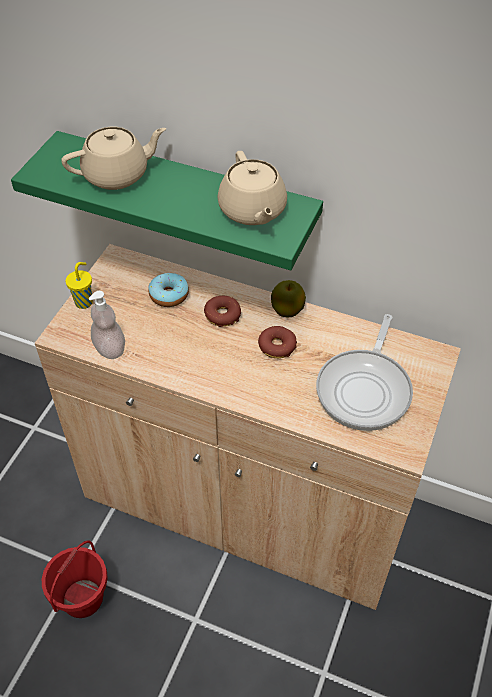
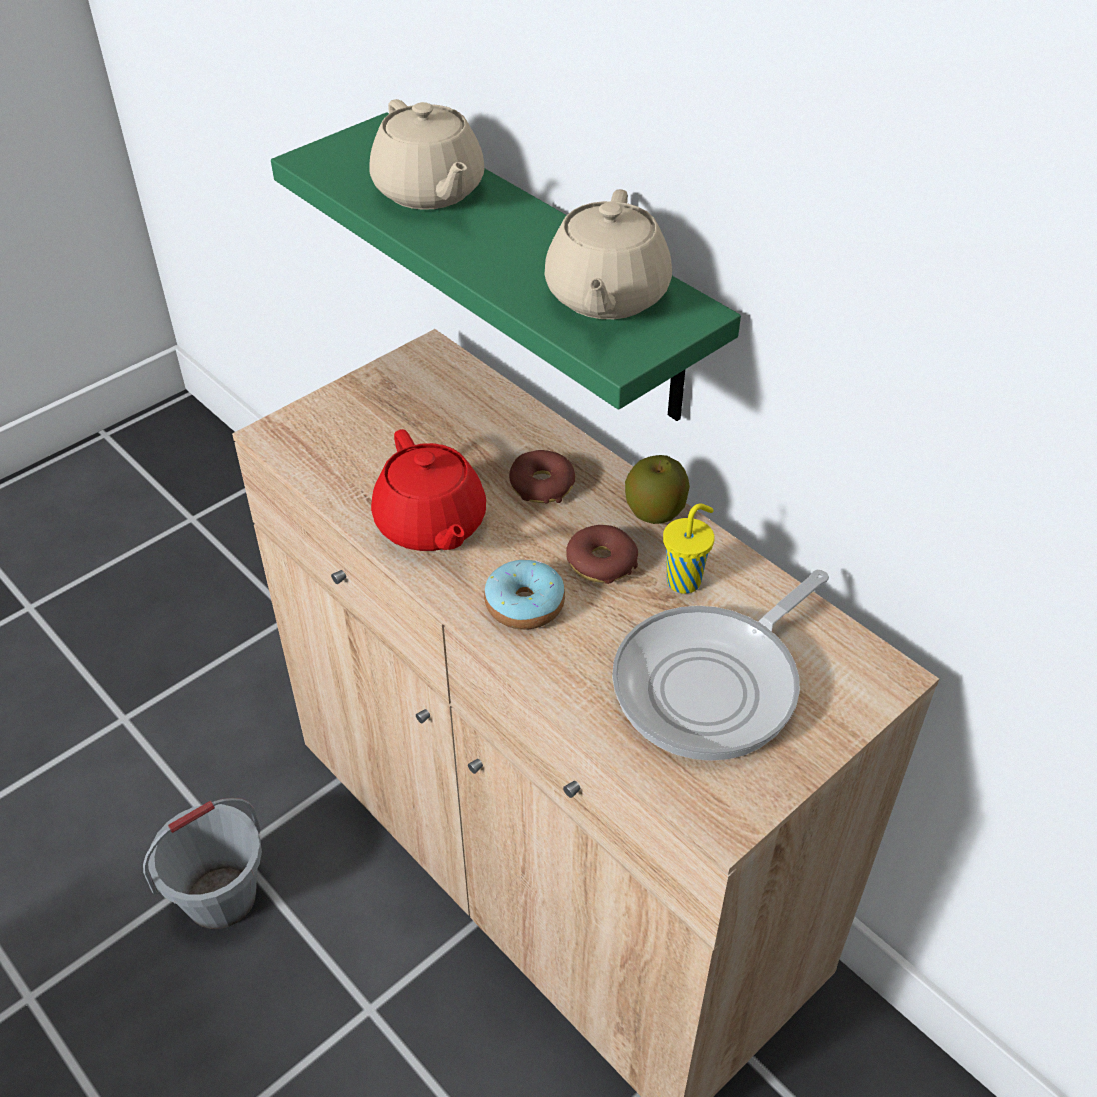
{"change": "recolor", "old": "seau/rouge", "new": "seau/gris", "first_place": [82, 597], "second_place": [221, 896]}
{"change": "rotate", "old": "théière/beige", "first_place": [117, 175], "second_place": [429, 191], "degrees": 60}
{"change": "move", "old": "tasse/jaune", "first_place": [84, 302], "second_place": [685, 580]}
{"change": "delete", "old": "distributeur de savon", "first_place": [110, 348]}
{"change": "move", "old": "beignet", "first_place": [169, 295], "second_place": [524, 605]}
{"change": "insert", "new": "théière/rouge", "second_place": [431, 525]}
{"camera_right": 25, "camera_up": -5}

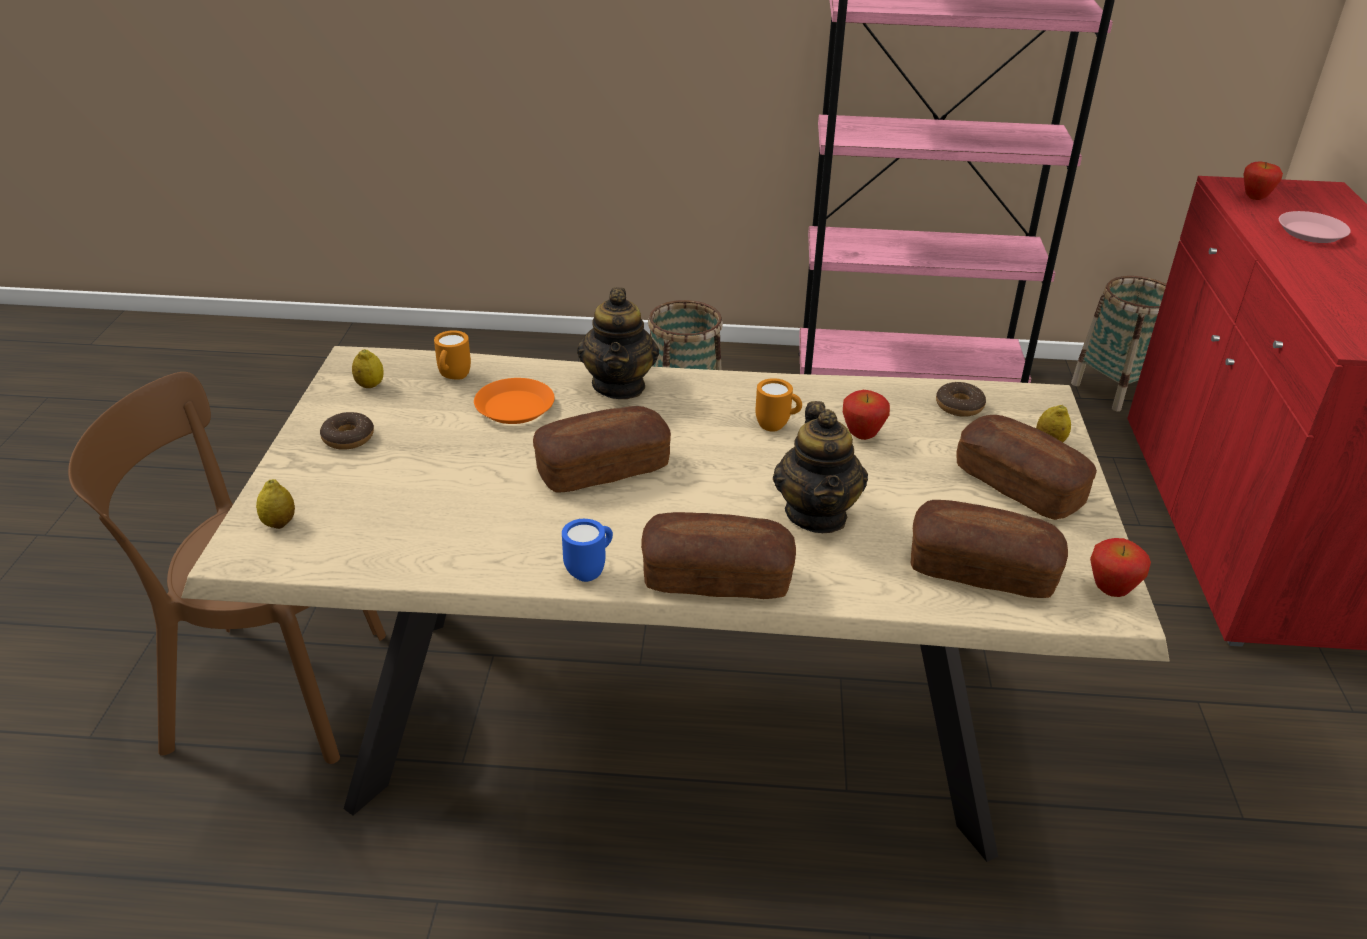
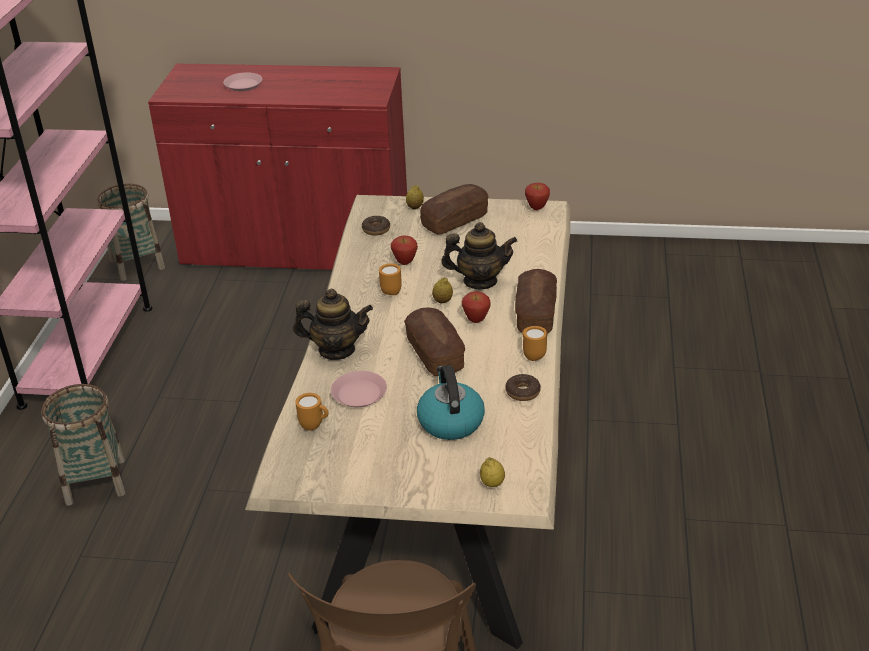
{"change": "move", "old": "beignet", "first_place": [348, 438], "second_place": [522, 392]}
{"change": "move", "old": "citron", "first_place": [370, 385], "second_place": [442, 301]}
{"change": "recolor", "old": "assiette/orange", "new": "assiette/rose", "first_place": [515, 407], "second_place": [359, 393]}
{"change": "recolor", "old": "mug/bleu", "new": "mug/orange", "first_place": [590, 570], "second_place": [532, 355]}
{"change": "delete", "old": "pain", "first_place": [981, 571]}
{"change": "move", "old": "pomme", "first_place": [1255, 198], "second_place": [476, 320]}
{"change": "insert", "new": "bouilloire", "second_place": [450, 421]}
{"camera_right": -85, "camera_up": 0}

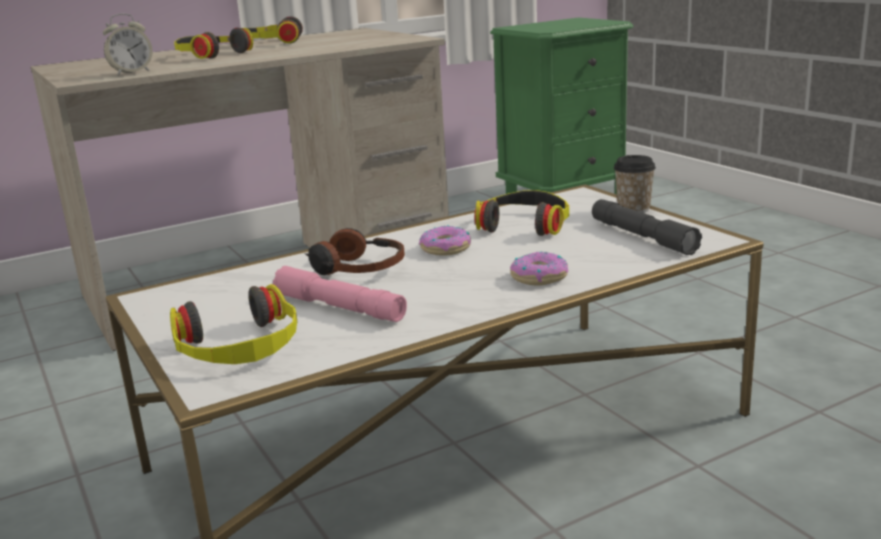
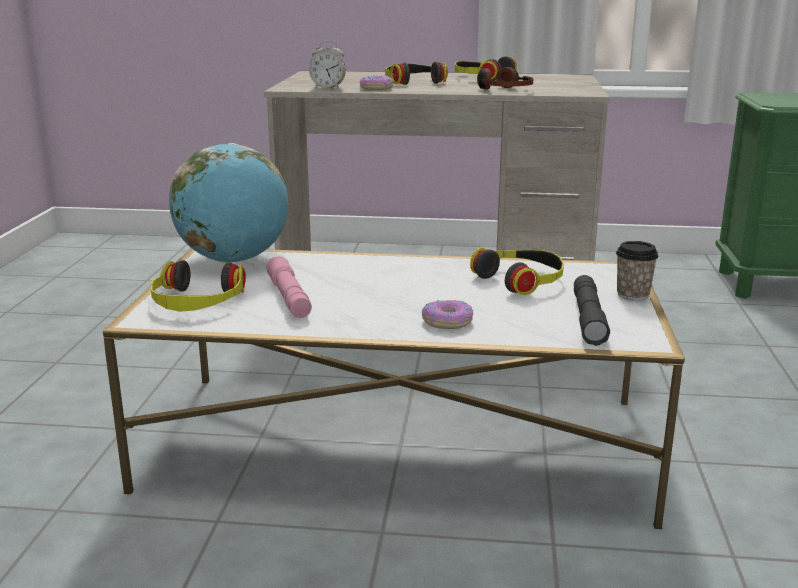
{"change": "move", "old": "casque audio", "first_place": [356, 268], "second_place": [503, 90]}
{"change": "move", "old": "beignet", "first_place": [446, 249], "second_place": [376, 88]}
{"change": "insert", "new": "globe", "second_place": [234, 260]}
{"camera_right": 35, "camera_up": 0}

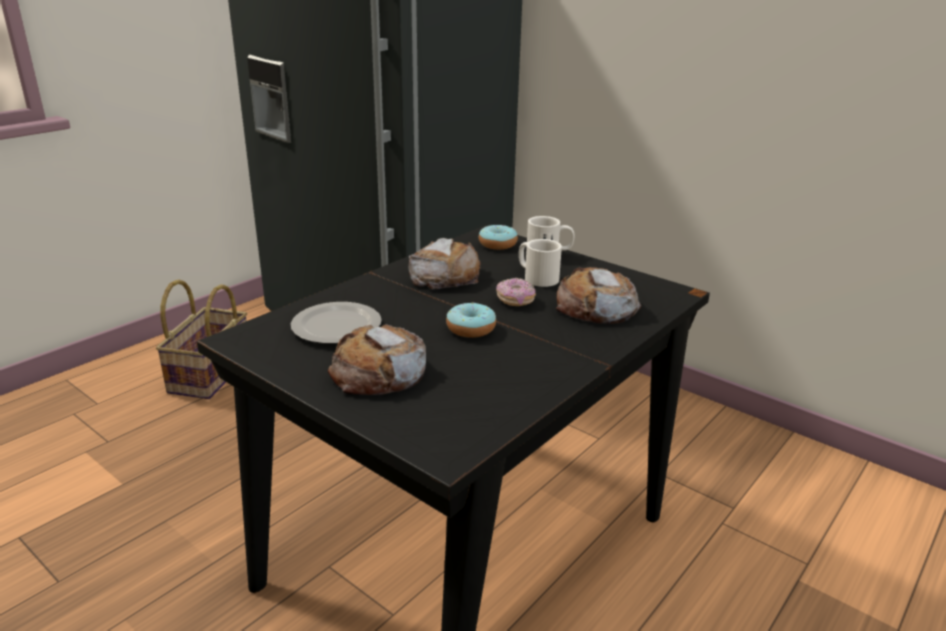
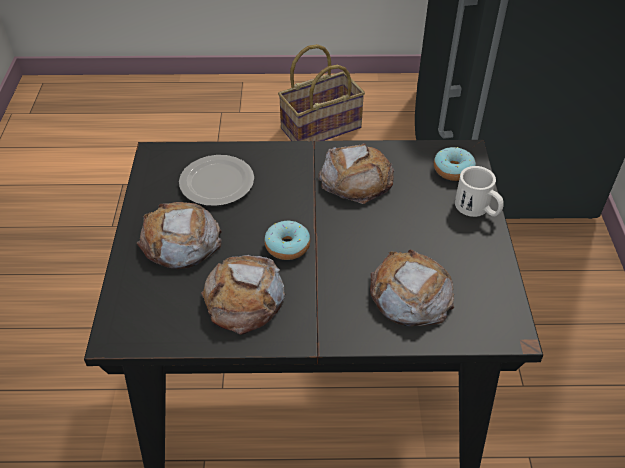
{"change": "delete", "old": "beignet", "first_place": [515, 300]}
{"change": "delete", "old": "mug/blanc", "first_place": [536, 277]}
{"change": "insert", "new": "pain", "second_place": [244, 299]}
{"camera_right": 50, "camera_up": 20}

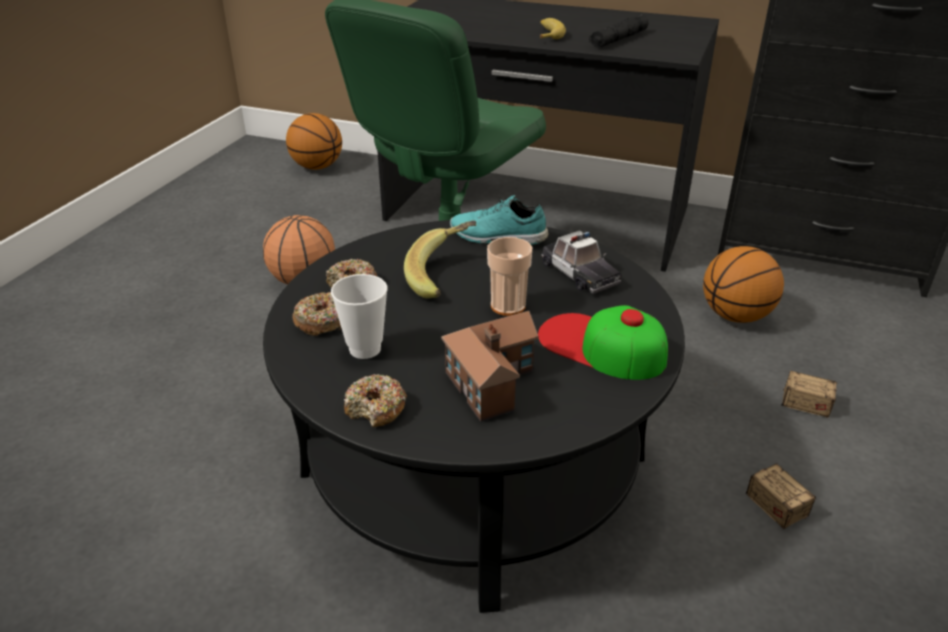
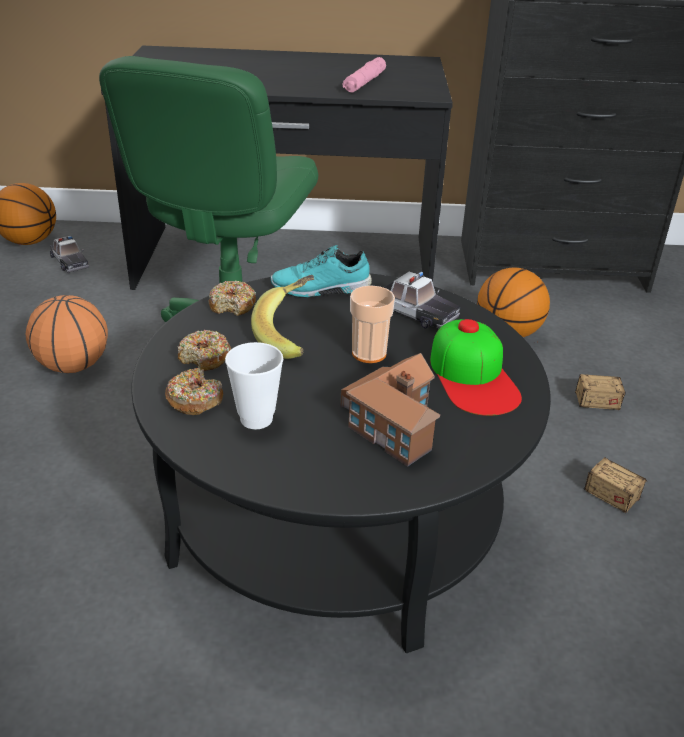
{"change": "move", "old": "beignet", "first_place": [376, 408], "second_place": [233, 305]}
{"change": "rotate", "old": "casquette", "first_place": [601, 346], "second_place": [473, 376], "degrees": -120}
{"change": "delete", "old": "banane", "first_place": [548, 34]}
{"change": "recolor", "old": "lampe de poche/noir", "new": "lampe de poche/rose", "first_place": [618, 39], "second_place": [364, 82]}
{"change": "insert", "new": "petite voiture", "second_place": [69, 261]}
{"camera_right": -20, "camera_up": 0}

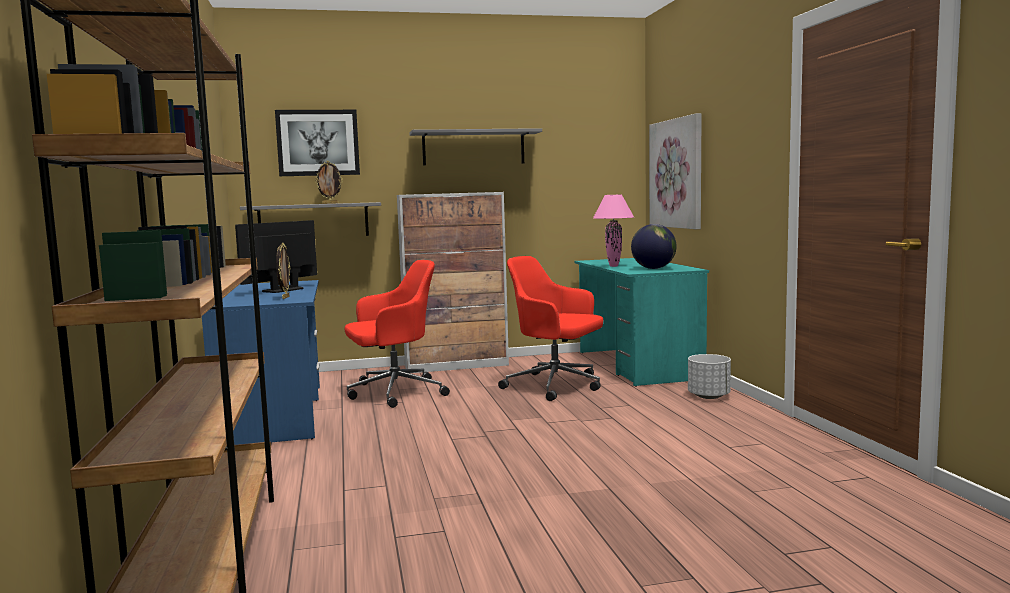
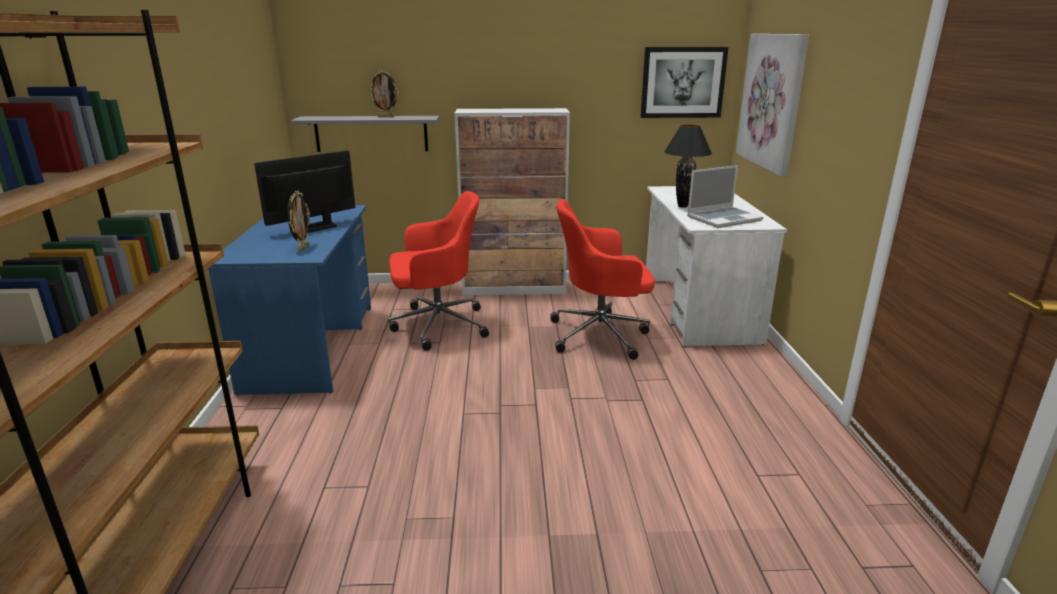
{"change": "move", "old": "tableau", "first_place": [318, 143], "second_place": [682, 82]}
{"change": "delete", "old": "étagère/gris", "first_place": [473, 148]}
{"change": "rotate", "old": "chaise de bureau/rouge", "first_place": [556, 386], "second_place": [601, 335], "degrees": -45}
{"change": "recolor", "old": "bureau/turquoise", "new": "bureau/blanc", "first_place": [637, 365], "second_place": [698, 309]}
{"change": "recolor", "old": "lampe de table/rose", "new": "lampe de table/noir", "first_place": [613, 266], "second_place": [682, 206]}
{"change": "replace", "old": "globe", "new": "ordinateur portable", "first_place": [653, 268], "second_place": [724, 218]}
{"change": "delete", "old": "cache-pot/blanc", "first_place": [708, 396]}
{"camera_right": 10, "camera_up": 15}

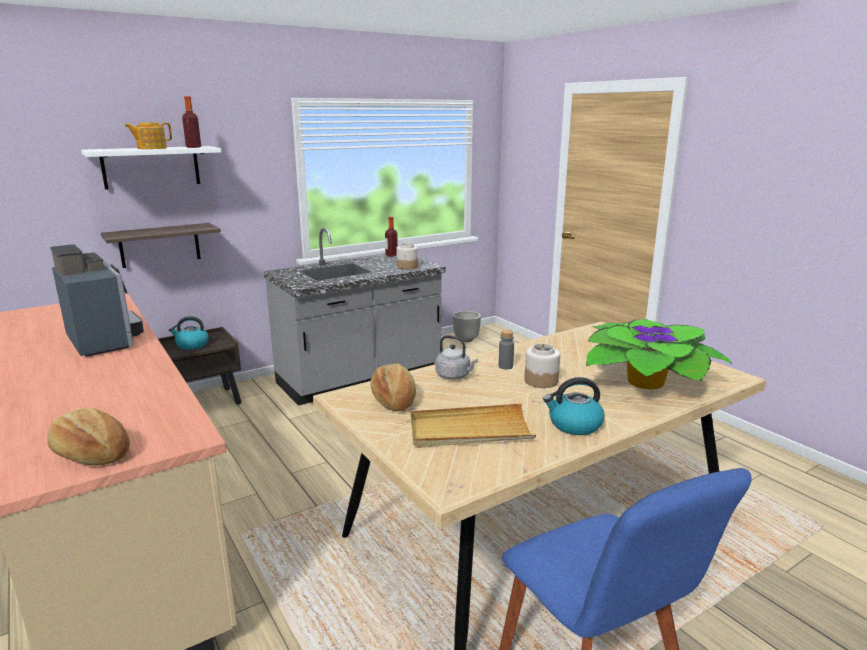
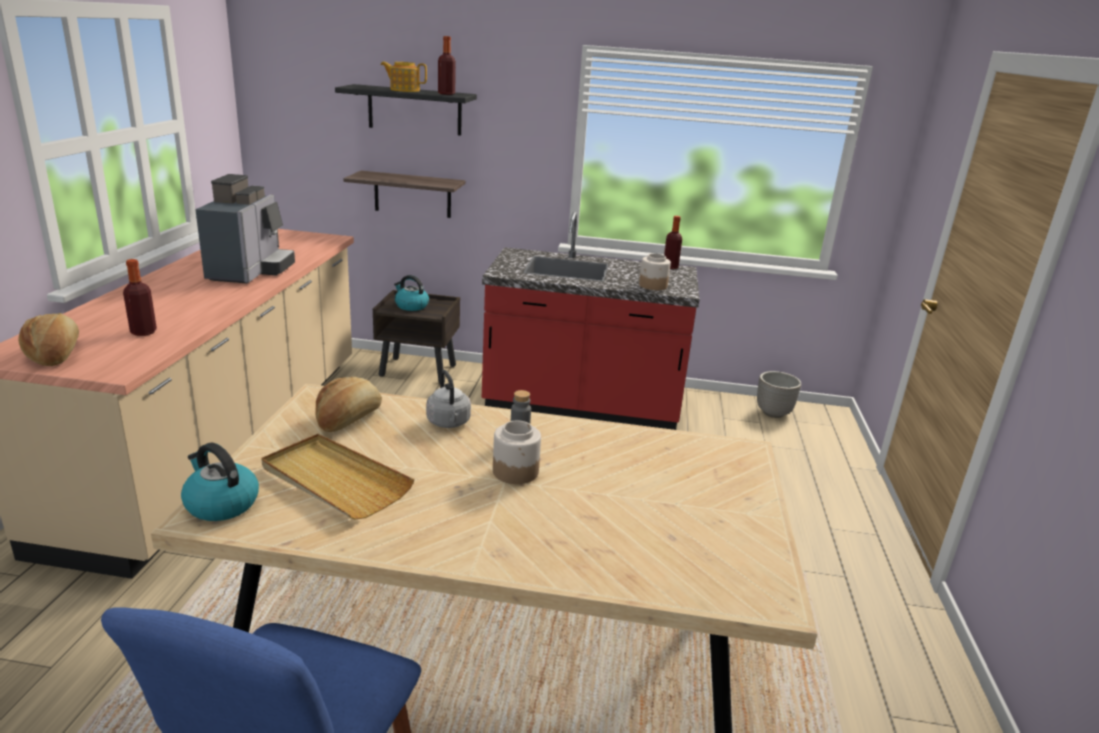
{"change": "recolor", "old": "étagère/blanc", "new": "étagère/noir", "first_place": [151, 167], "second_place": [414, 110]}
{"change": "recolor", "old": "comptoir de cuisine/gris", "new": "comptoir de cuisine/rouge", "first_place": [360, 378], "second_place": [581, 407]}
{"change": "move", "old": "bouilloire", "first_place": [574, 425], "second_place": [221, 504]}
{"change": "delete", "old": "plante en pot", "first_place": [645, 383]}
{"change": "insert", "new": "bouteille", "second_place": [143, 332]}
{"camera_right": 40, "camera_up": 5}

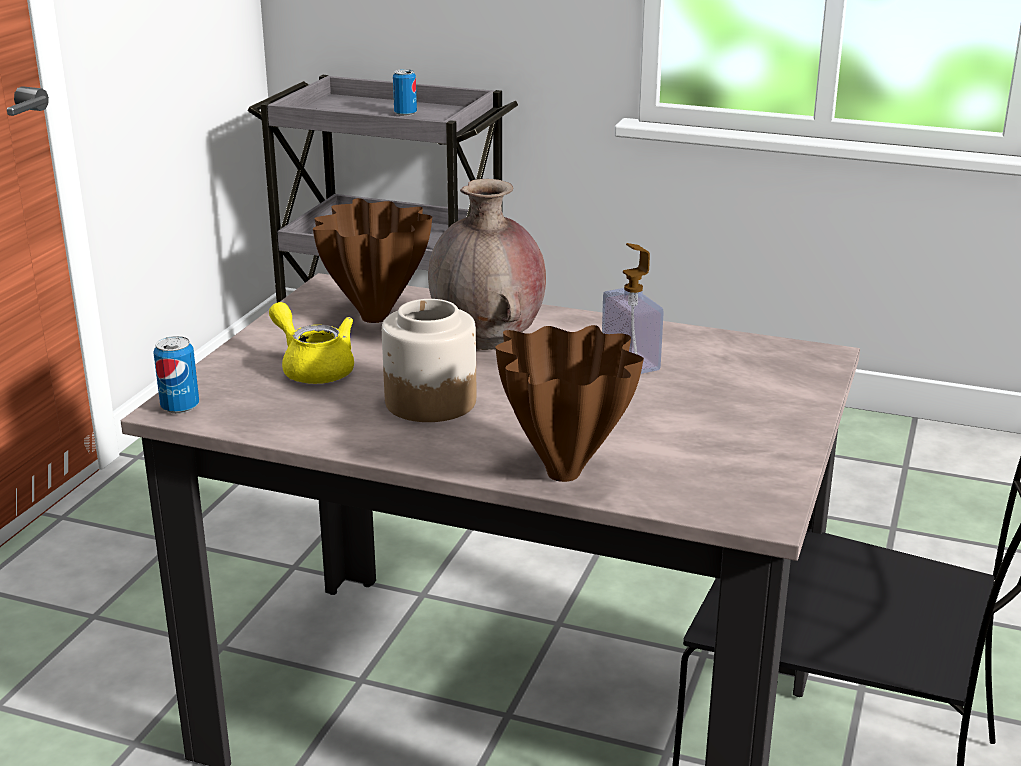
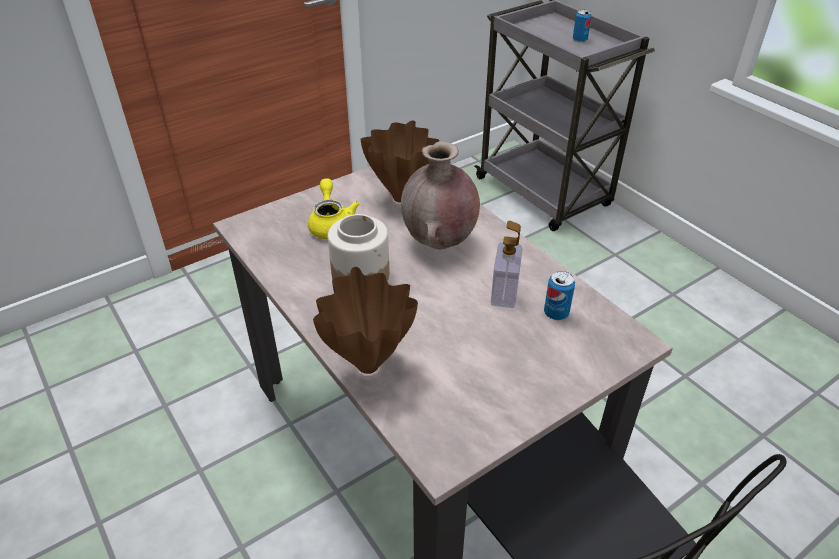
{"change": "move", "old": "boîte métallique", "first_place": [180, 407], "second_place": [556, 313]}
{"camera_right": 35, "camera_up": 15}

